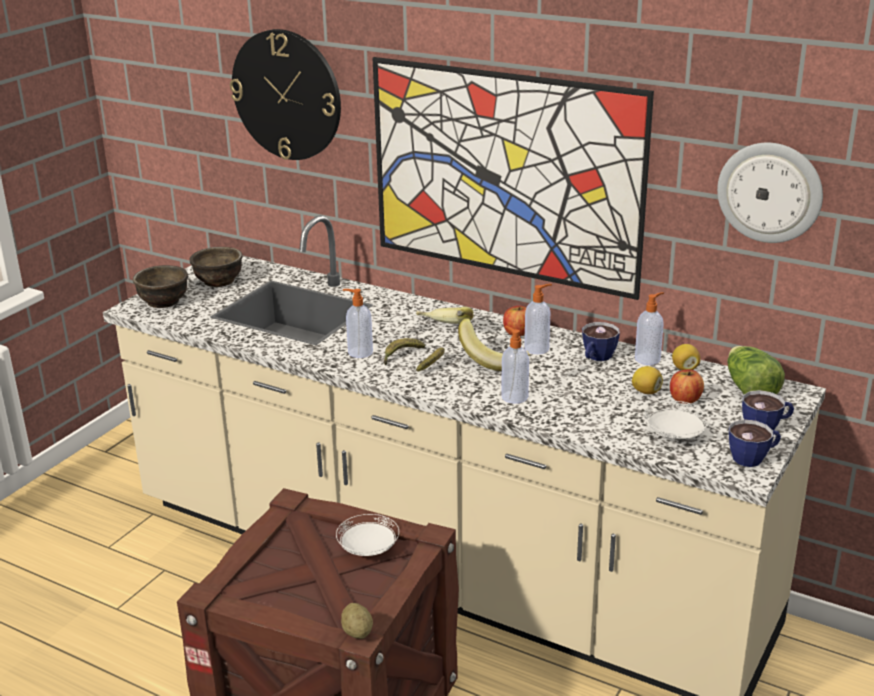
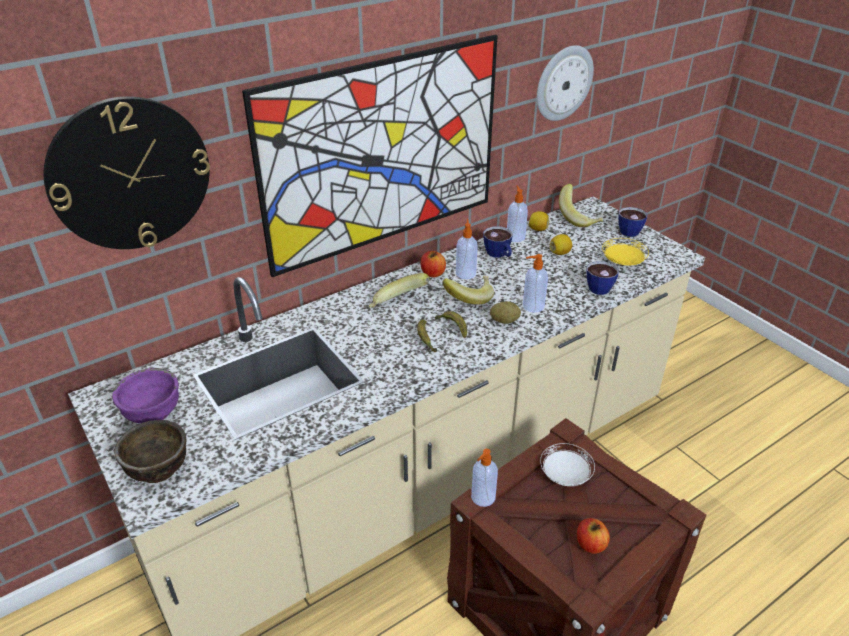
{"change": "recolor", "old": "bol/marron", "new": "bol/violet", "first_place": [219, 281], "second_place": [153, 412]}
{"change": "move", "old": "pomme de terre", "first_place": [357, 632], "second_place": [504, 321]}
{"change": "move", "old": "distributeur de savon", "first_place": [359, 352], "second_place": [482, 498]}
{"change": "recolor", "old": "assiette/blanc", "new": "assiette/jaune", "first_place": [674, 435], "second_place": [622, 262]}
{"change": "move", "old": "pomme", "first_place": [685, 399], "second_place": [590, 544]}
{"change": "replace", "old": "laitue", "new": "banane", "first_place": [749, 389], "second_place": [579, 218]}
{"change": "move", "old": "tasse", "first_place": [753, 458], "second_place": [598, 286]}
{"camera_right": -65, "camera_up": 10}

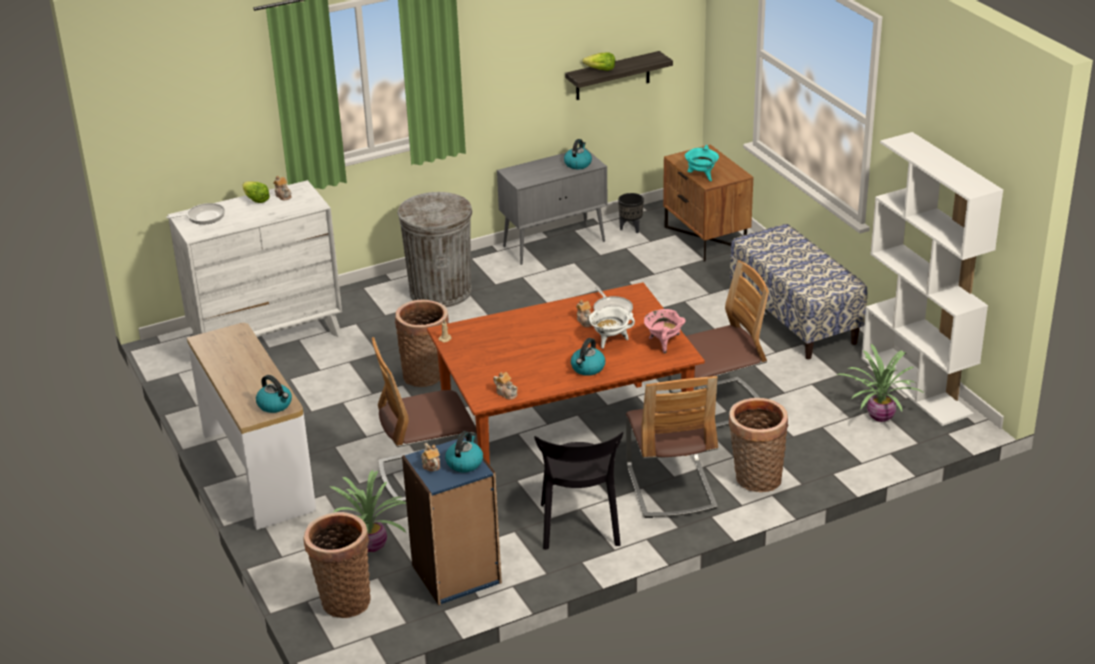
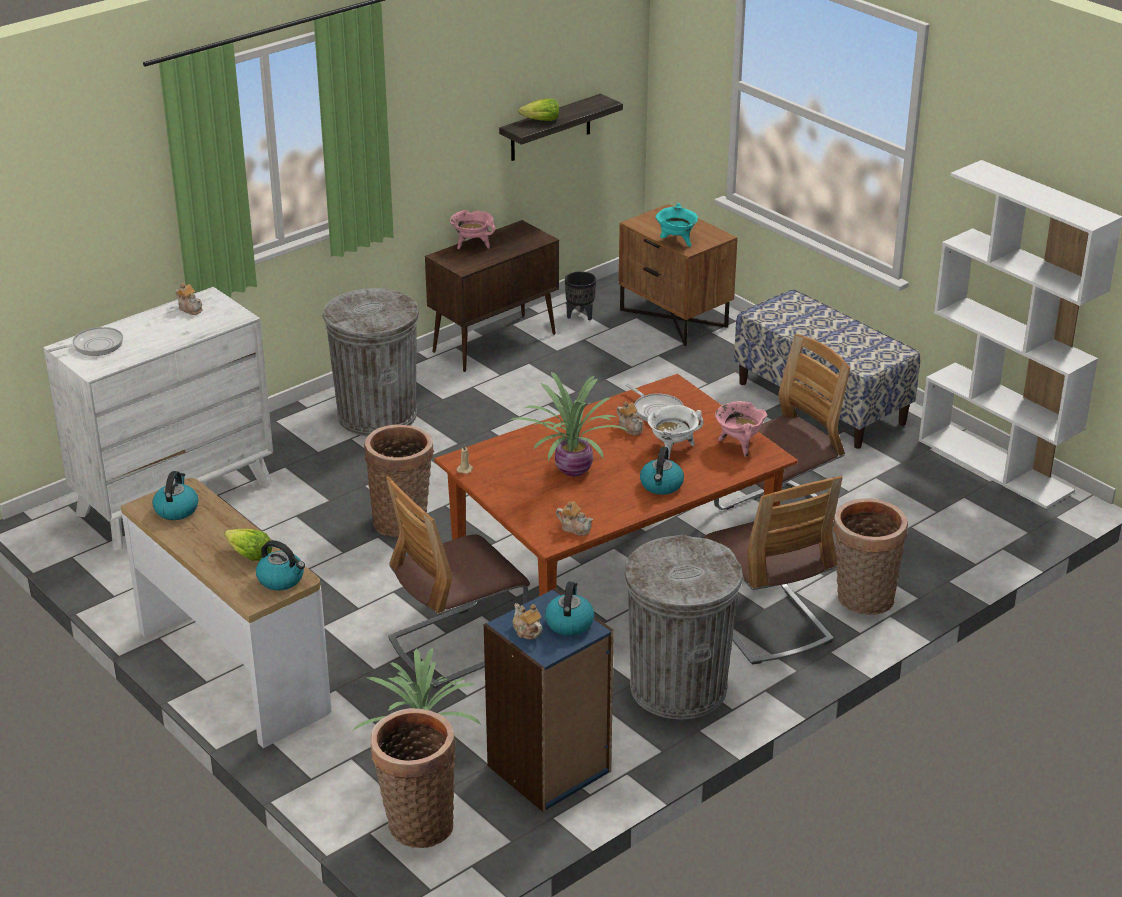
{"change": "move", "old": "laitue", "first_place": [255, 199], "second_place": [249, 555]}
{"change": "recolor", "old": "meuble de rangement/gris", "new": "meuble de rangement/marron", "first_place": [555, 243], "second_place": [495, 342]}
{"change": "replace", "old": "chaise/noir", "new": "poubelle/gris", "first_place": [579, 528], "second_place": [678, 687]}
{"change": "move", "old": "bouilloire", "first_place": [578, 164], "second_place": [176, 509]}
{"change": "move", "old": "plante en pot", "first_place": [879, 416], "second_place": [572, 469]}
{"change": "insert", "new": "marmite/rose", "second_place": [472, 245]}
{"camera_right": -15, "camera_up": 0}

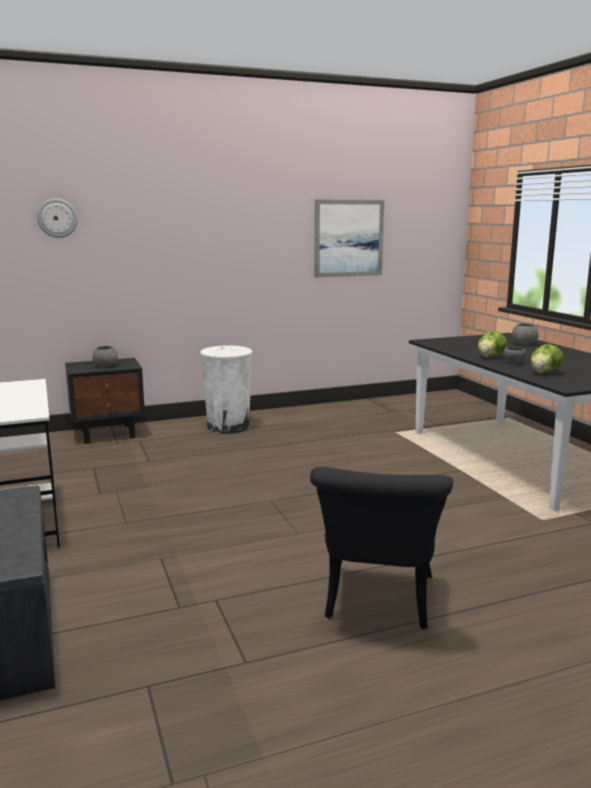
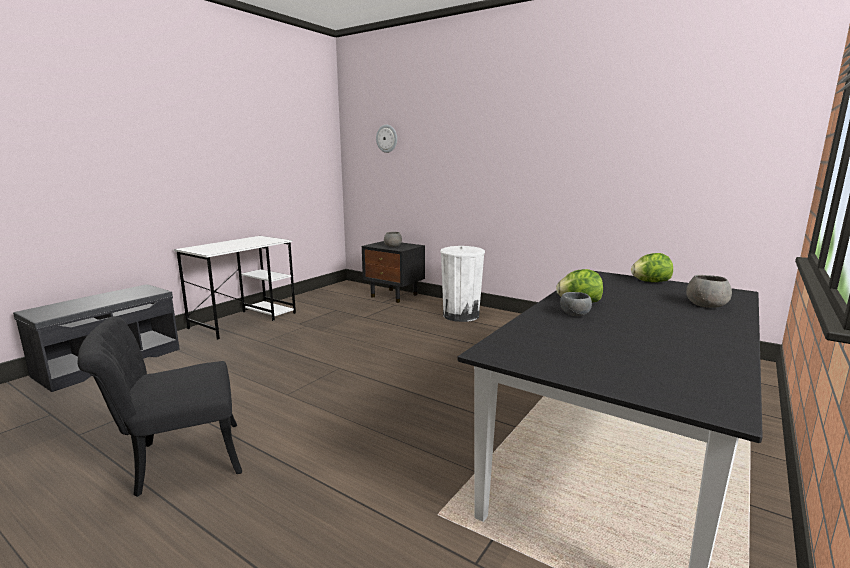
{"change": "delete", "old": "tableau", "first_place": [349, 238]}
{"change": "move", "old": "laitue", "first_place": [544, 373], "second_place": [650, 282]}
{"camera_right": 55, "camera_up": 0}

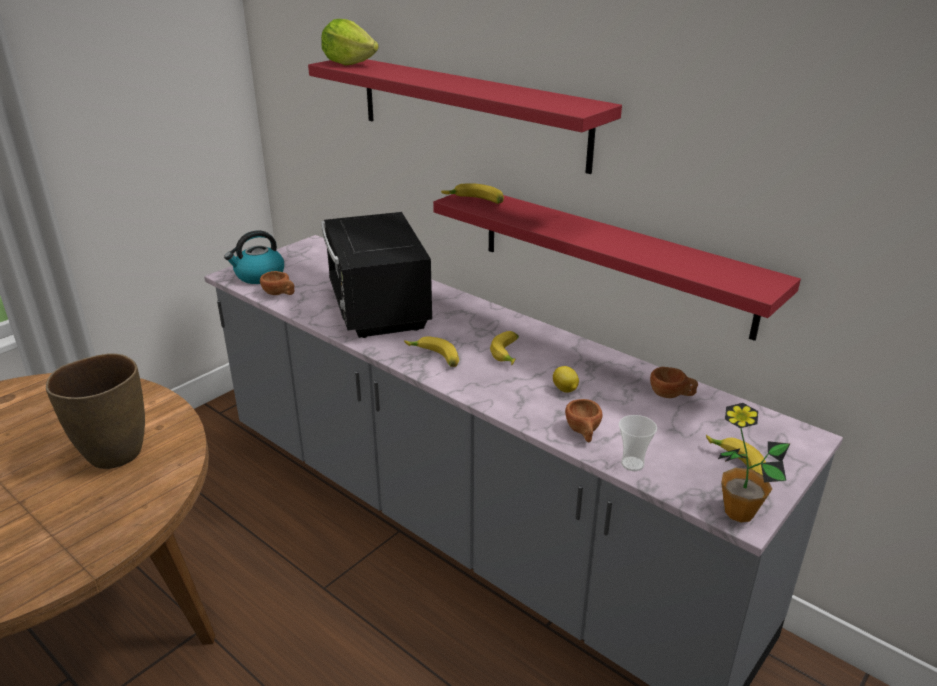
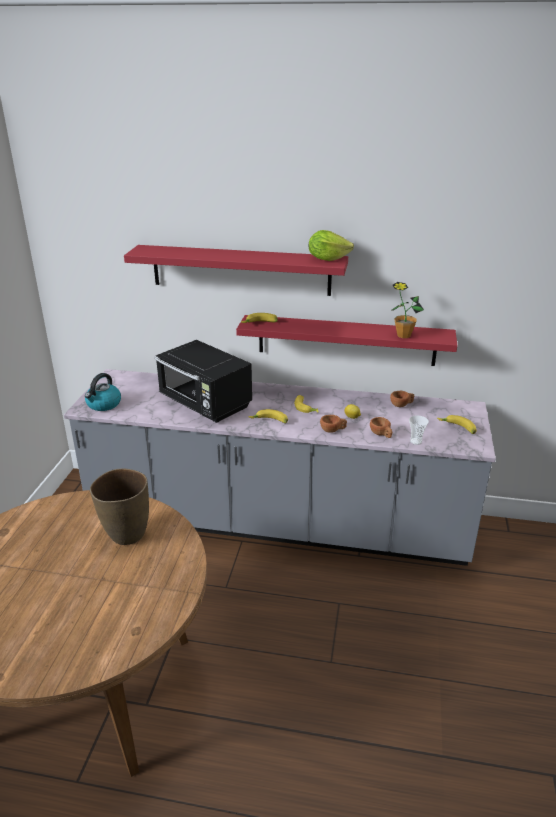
{"change": "move", "old": "tasse/marron", "first_place": [279, 294], "second_place": [333, 430]}
{"change": "move", "old": "laitue", "first_place": [349, 63], "second_place": [327, 259]}
{"change": "move", "old": "plante en pot", "first_place": [739, 512], "second_place": [403, 335]}
{"camera_right": -30, "camera_up": 0}

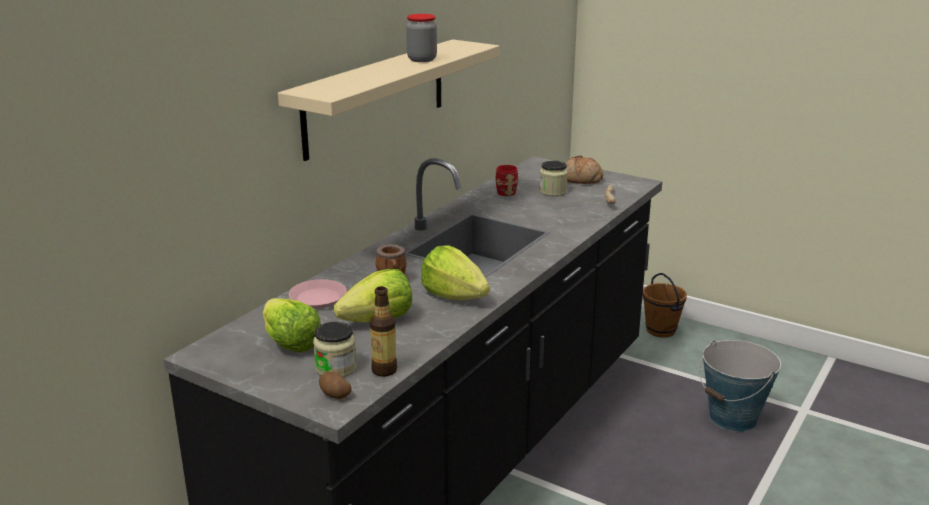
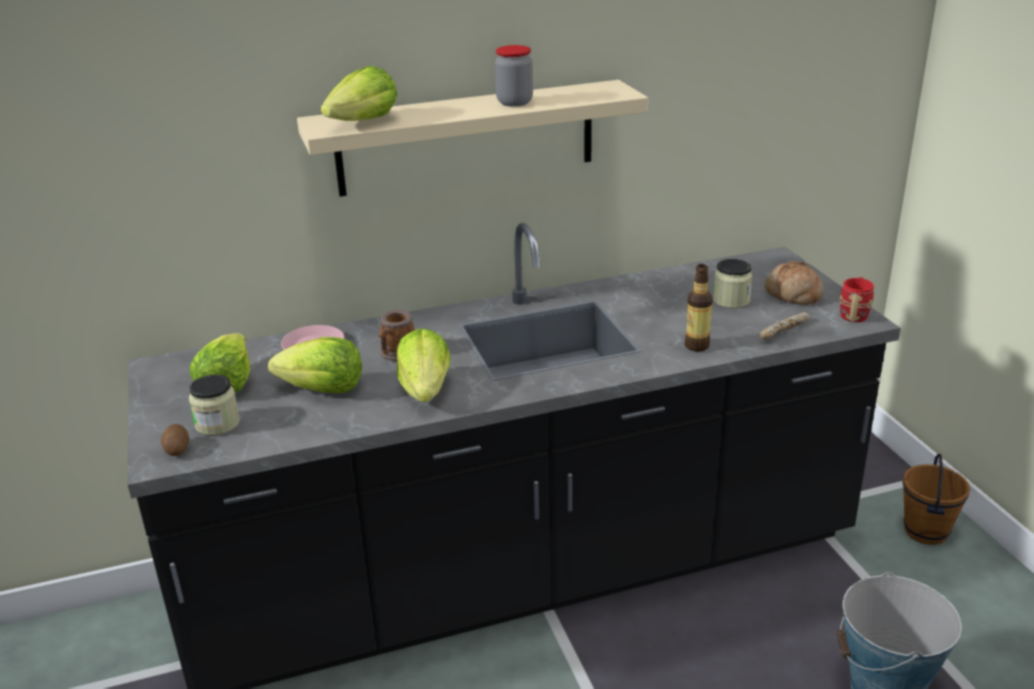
{"change": "move", "old": "bouteille", "first_place": [384, 370], "second_place": [696, 346]}
{"change": "move", "old": "mug/rouge", "first_place": [504, 191], "second_place": [854, 313]}
{"change": "insert", "new": "laitue", "second_place": [363, 122]}
{"camera_right": 40, "camera_up": 5}

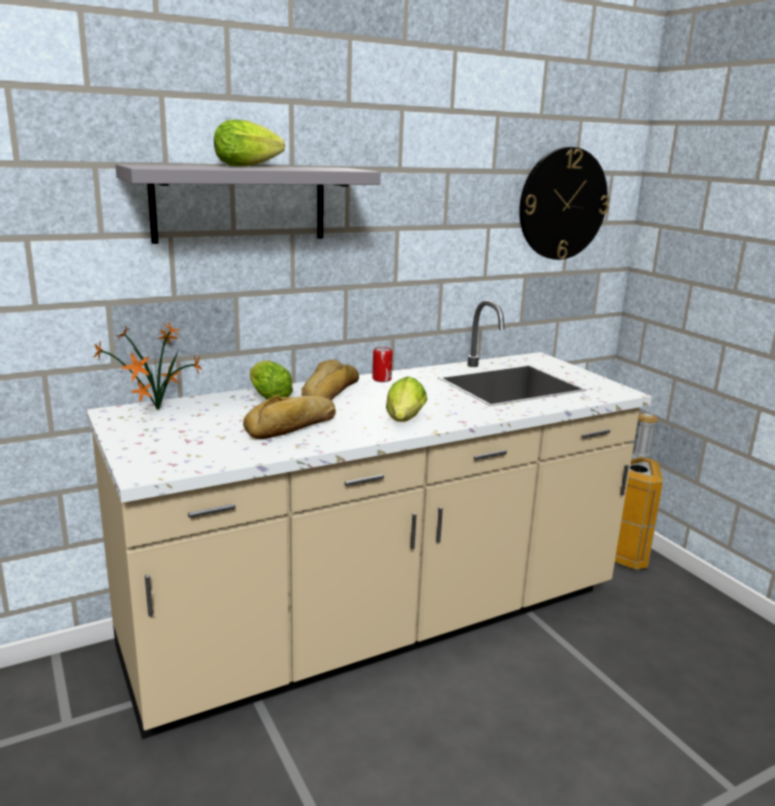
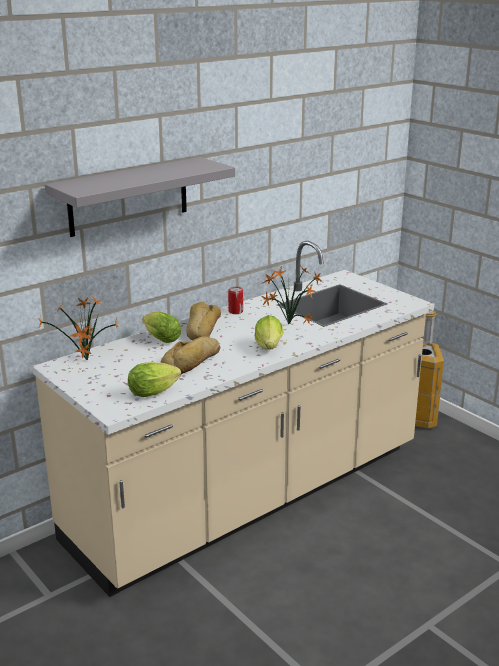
{"change": "move", "old": "laitue", "first_place": [250, 166], "second_place": [156, 392]}
{"change": "delete", "old": "horloge murale", "first_place": [562, 204]}
{"change": "insert", "new": "plante en pot", "second_place": [287, 323]}
{"camera_right": -10, "camera_up": 5}

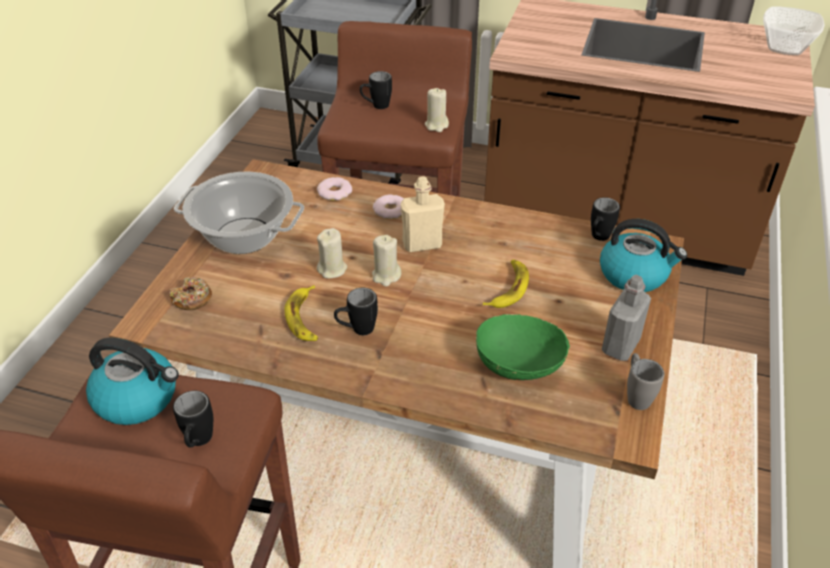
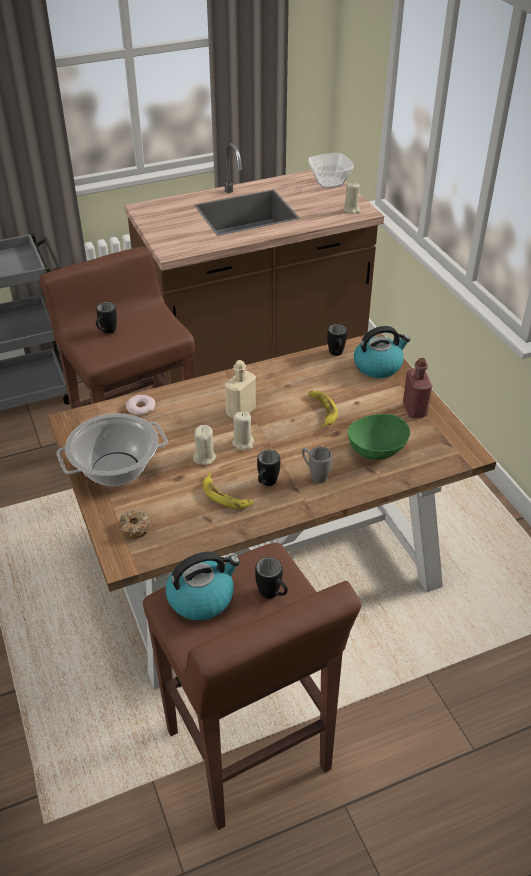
{"change": "delete", "old": "beignet", "first_place": [390, 210]}
{"change": "move", "old": "bougie/beige", "first_place": [436, 125], "second_place": [351, 209]}
{"change": "recolor", "old": "bouteille/gris", "new": "bouteille/rouge", "first_place": [620, 346], "second_place": [414, 409]}
{"change": "move", "old": "mug/gris", "first_place": [636, 395], "second_place": [314, 475]}
{"camera_right": -40, "camera_up": 0}

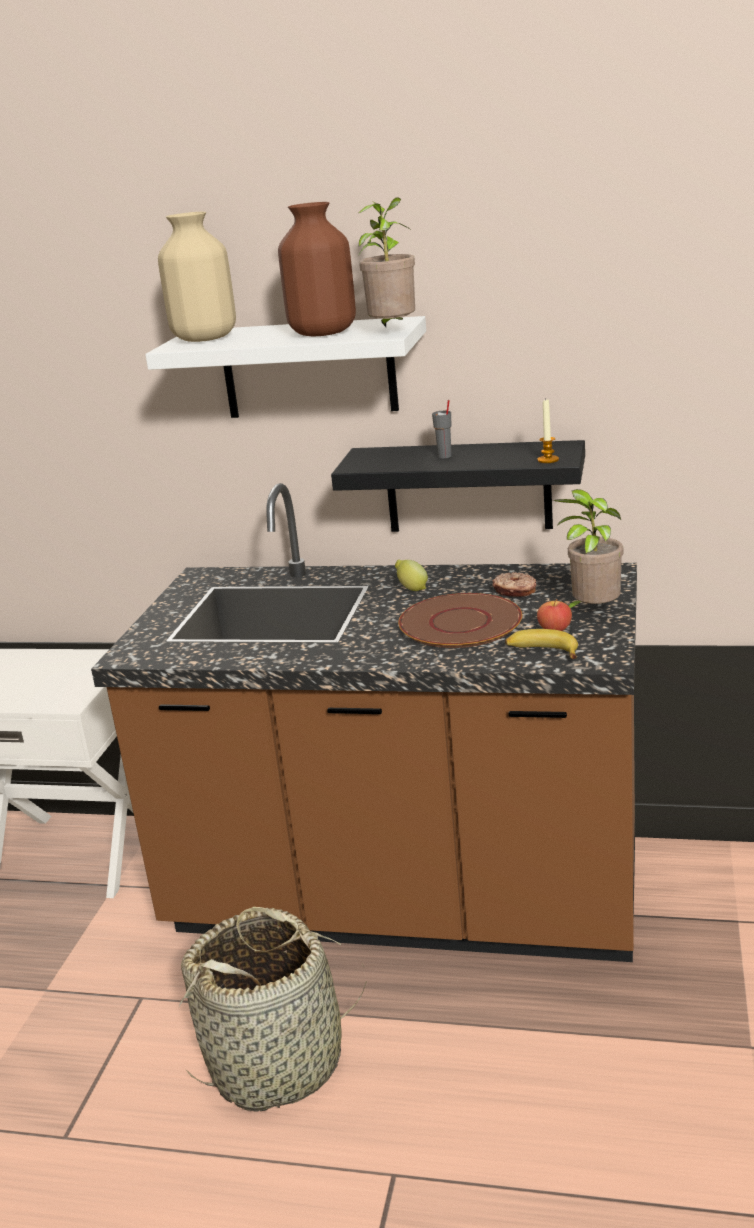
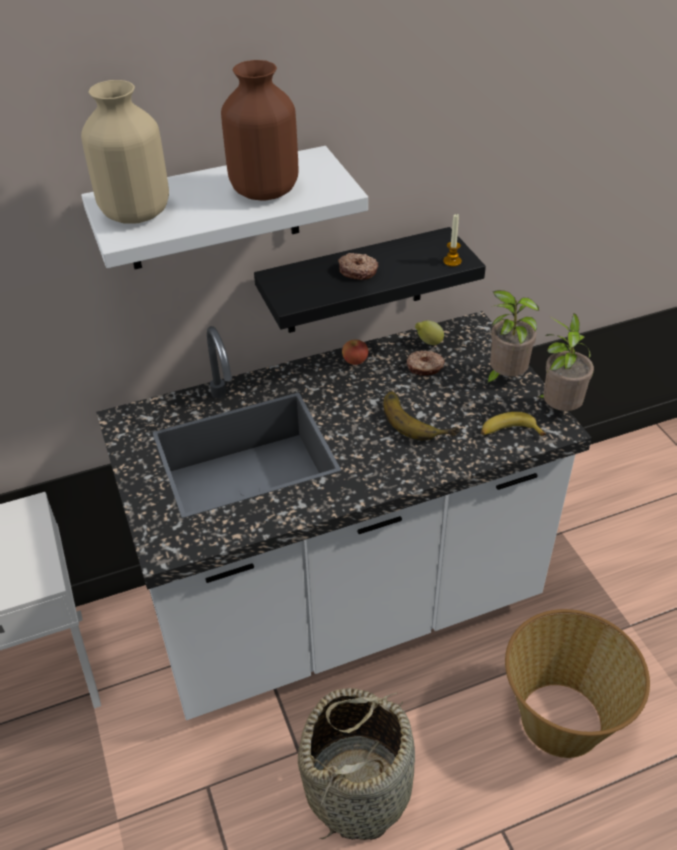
{"change": "recolor", "old": "comptoir de cuisine/marron", "new": "comptoir de cuisine/blanc", "first_place": [407, 901], "second_place": [342, 606]}
{"change": "move", "old": "plante en pot", "first_place": [393, 333], "second_place": [558, 409]}
{"change": "move", "old": "citron", "first_place": [411, 589], "second_place": [428, 342]}
{"change": "replace", "old": "assiette/marron", "new": "banane", "first_place": [459, 623], "second_place": [418, 418]}
{"change": "replace", "old": "tasse/gris", "new": "beignet", "first_place": [444, 456], "second_place": [358, 271]}
{"change": "move", "old": "pomme", "first_place": [554, 629], "second_place": [355, 361]}
{"change": "insert", "new": "panier", "second_place": [561, 718]}
{"camera_right": -35, "camera_up": 20}

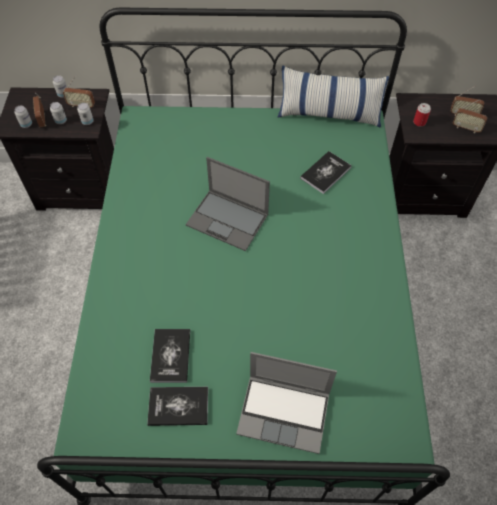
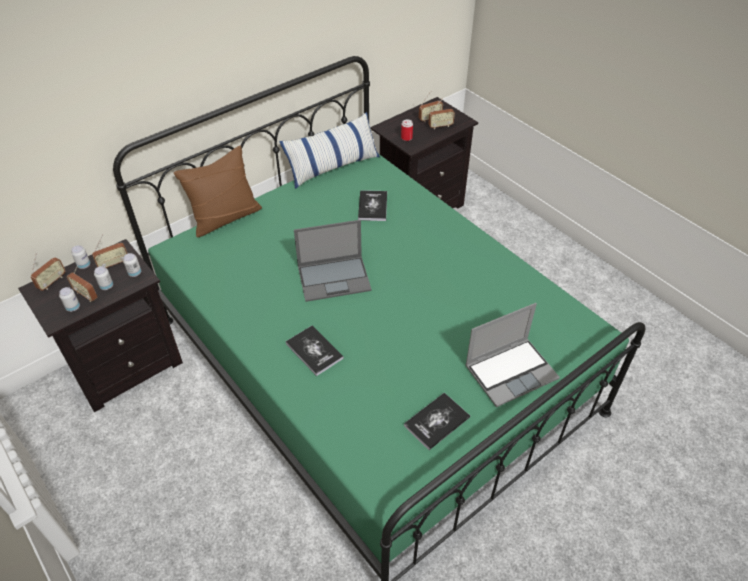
{"change": "move", "old": "livre", "first_place": [170, 356], "second_place": [314, 351]}
{"change": "insert", "new": "radio", "second_place": [52, 282]}
{"change": "insert", "new": "coussin/marron", "second_place": [225, 218]}
{"camera_right": -40, "camera_up": -10}

